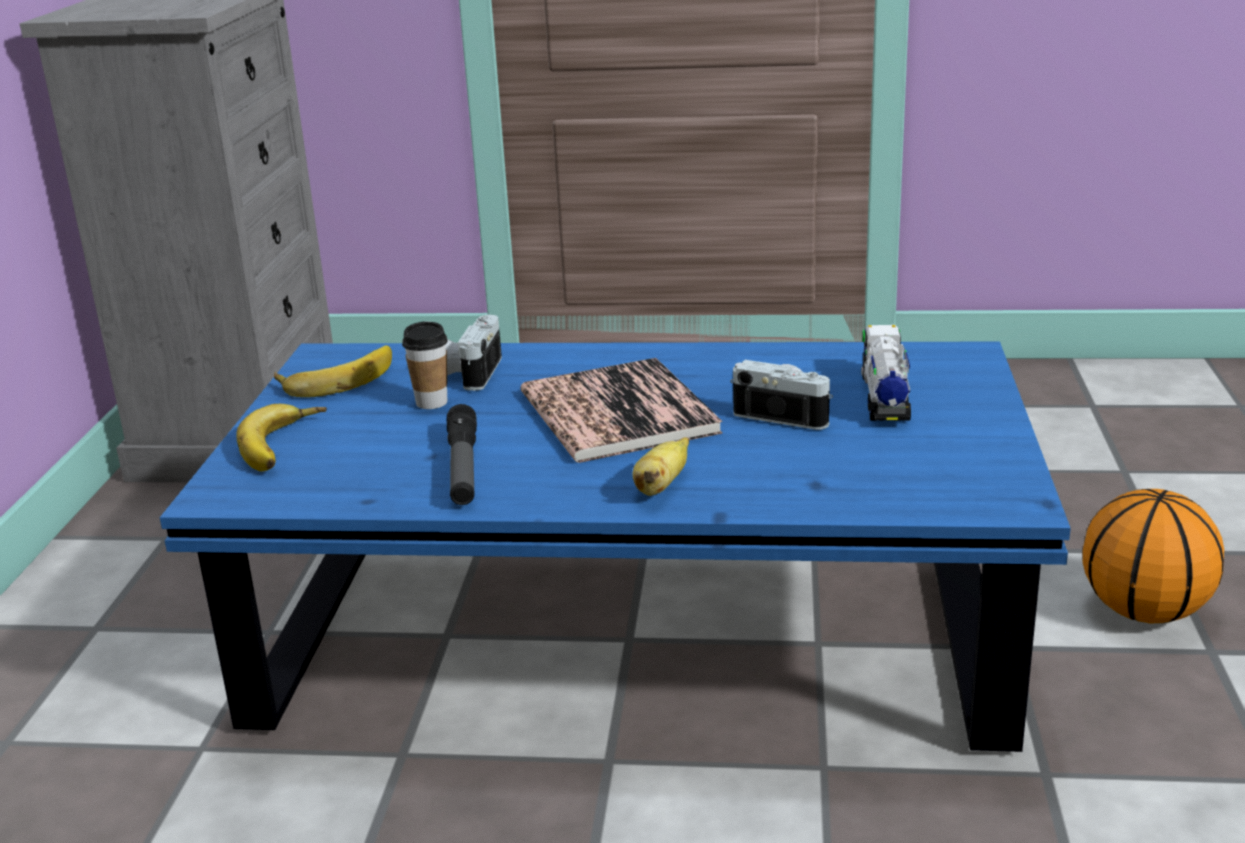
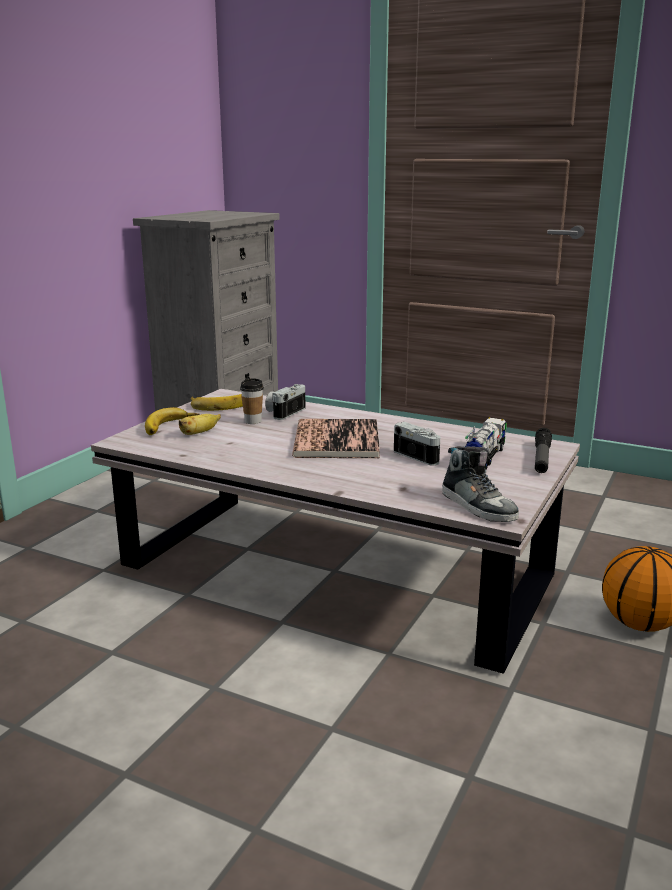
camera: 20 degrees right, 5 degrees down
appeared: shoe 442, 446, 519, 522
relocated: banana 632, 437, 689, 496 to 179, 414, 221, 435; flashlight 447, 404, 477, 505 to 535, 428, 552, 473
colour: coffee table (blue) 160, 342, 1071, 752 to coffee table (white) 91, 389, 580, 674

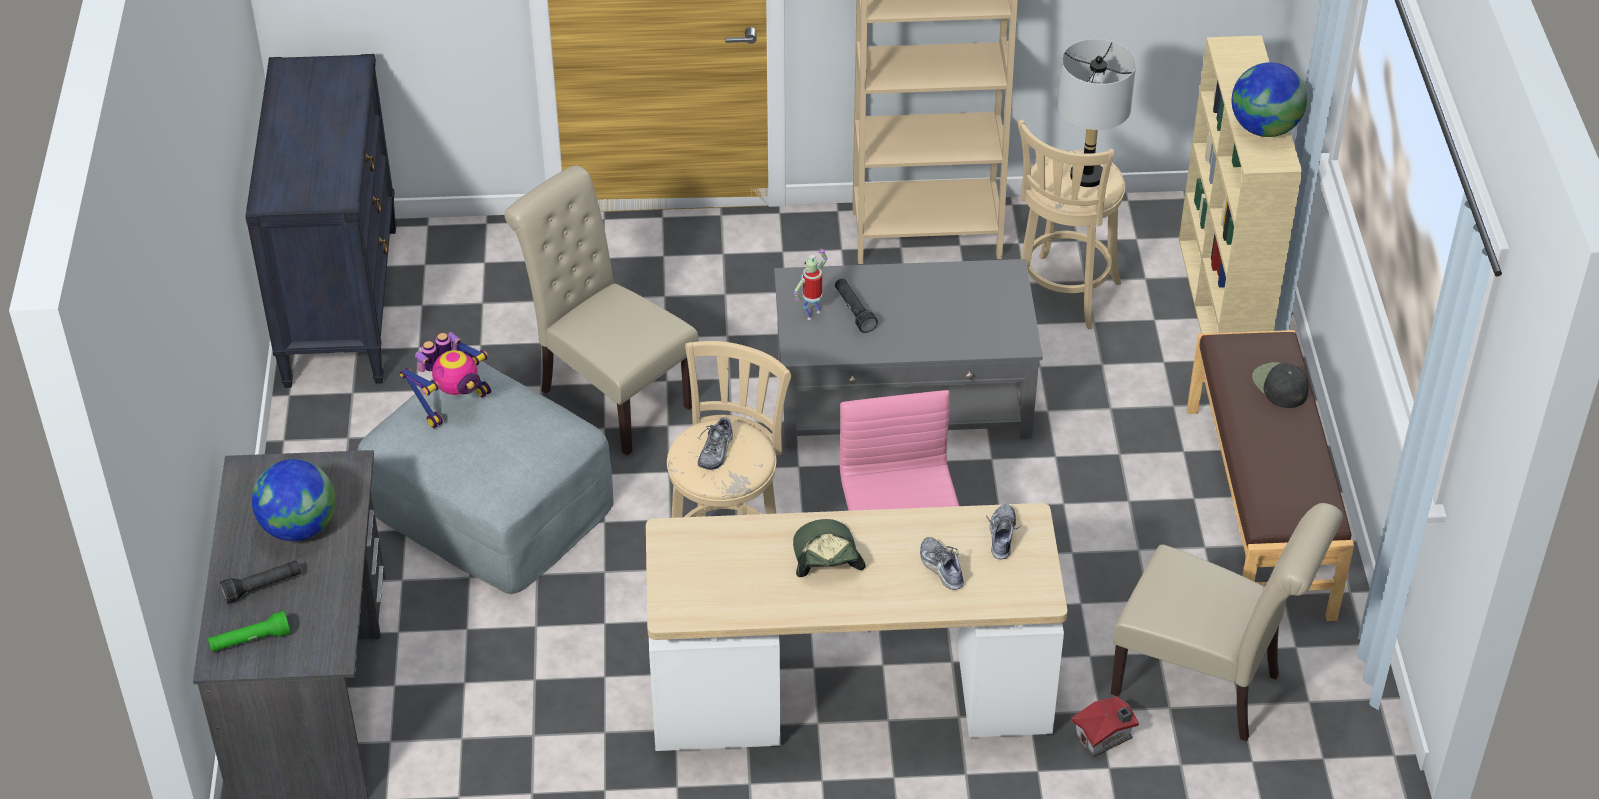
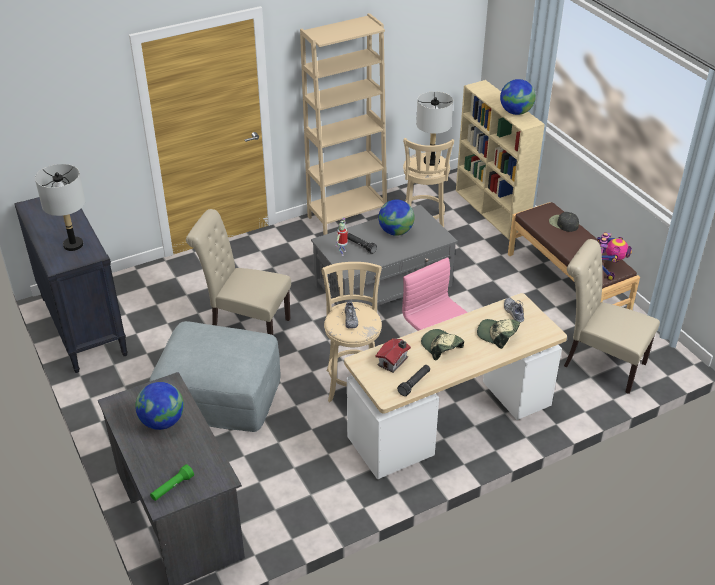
camera: 25 degrees left, 5 degrees down
appeared: table lamp (grey) 35, 164, 85, 251; globe 378, 199, 415, 236
relocated: toy house 1071, 696, 1139, 757 to 376, 338, 411, 373; flashlight (black) 220, 560, 301, 604 to 397, 365, 430, 396; toy robot 400, 332, 491, 428 to 597, 232, 632, 280
exchanged: shoe 920, 537, 964, 590 to cap 477, 319, 520, 349
spun: chair (beige) 1111, 503, 1343, 742 = 564, 239, 660, 394 150 degrees counterclockwise

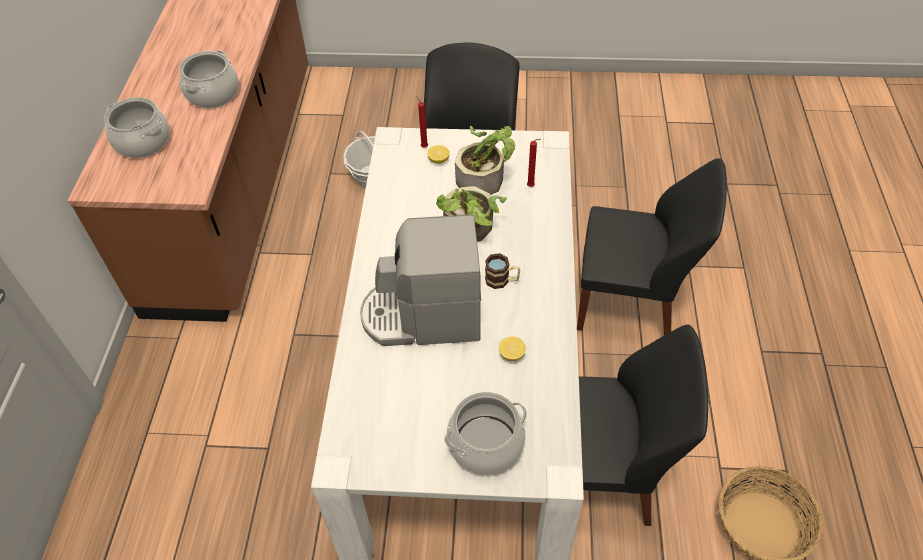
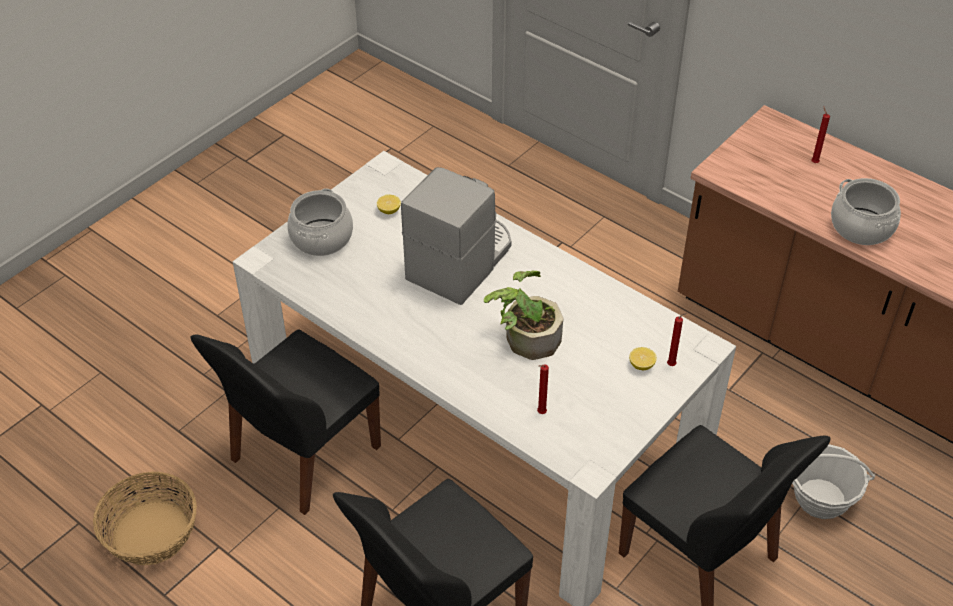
camera: 125 degrees right, 5 degrees down
missing: potted plant 455, 126, 515, 195; mug 485, 253, 520, 289
relocated: lemon 499, 336, 526, 361 to 377, 194, 401, 214
exchanged: cooking pot 104, 97, 170, 158 to candle (red) 811, 106, 830, 163

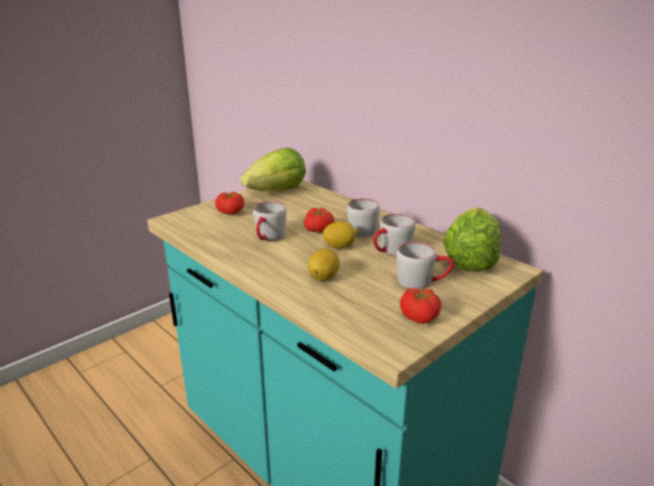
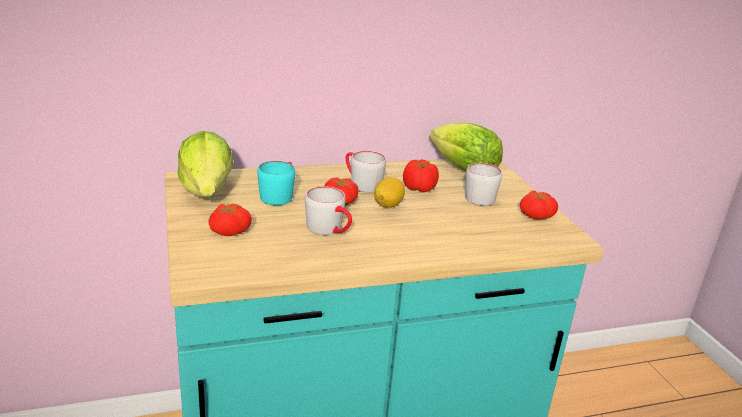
camera: 65 degrees left, 0 degrees up
missing: lemon 308, 249, 340, 281
appeared: mug (turquoise) 257, 161, 295, 205
exchanged: mug (grey) 373, 214, 416, 255 to tomato 403, 159, 439, 192

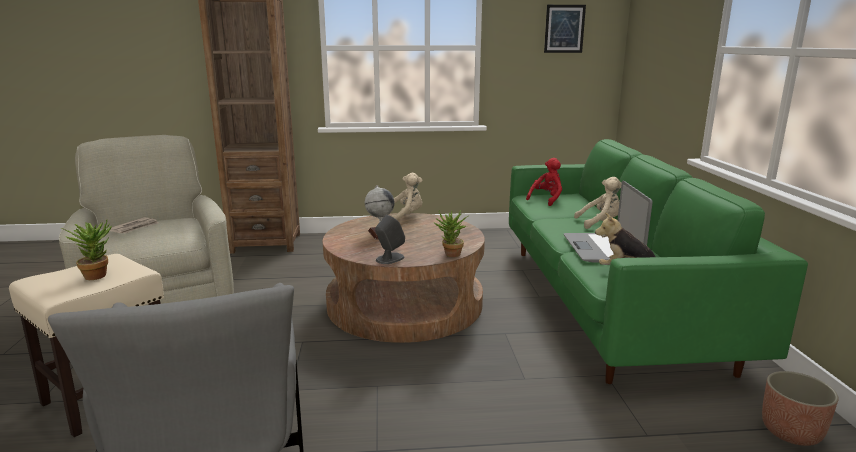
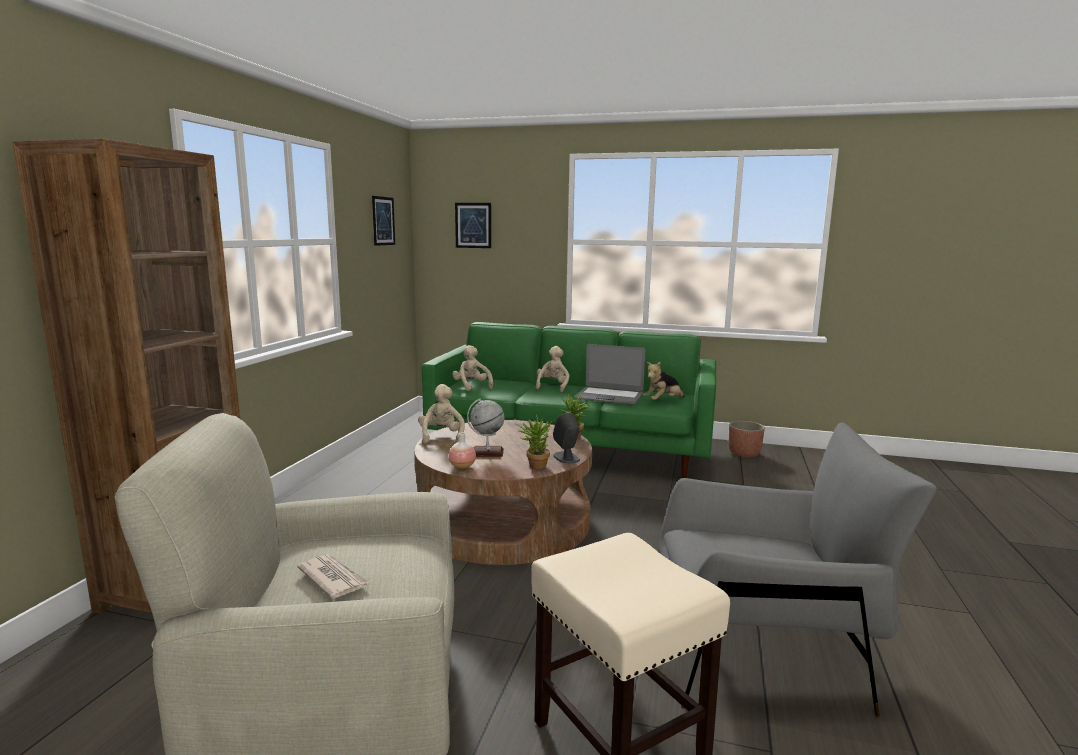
camera: 70 degrees left, 5 degrees down
appeared: vase 448, 433, 476, 469; picture 455, 203, 491, 248
relocated: potted plant 61, 220, 112, 280 to 516, 414, 552, 469
colour: plush toy (red) 526, 158, 562, 206 to plush toy (beige) 452, 345, 493, 391

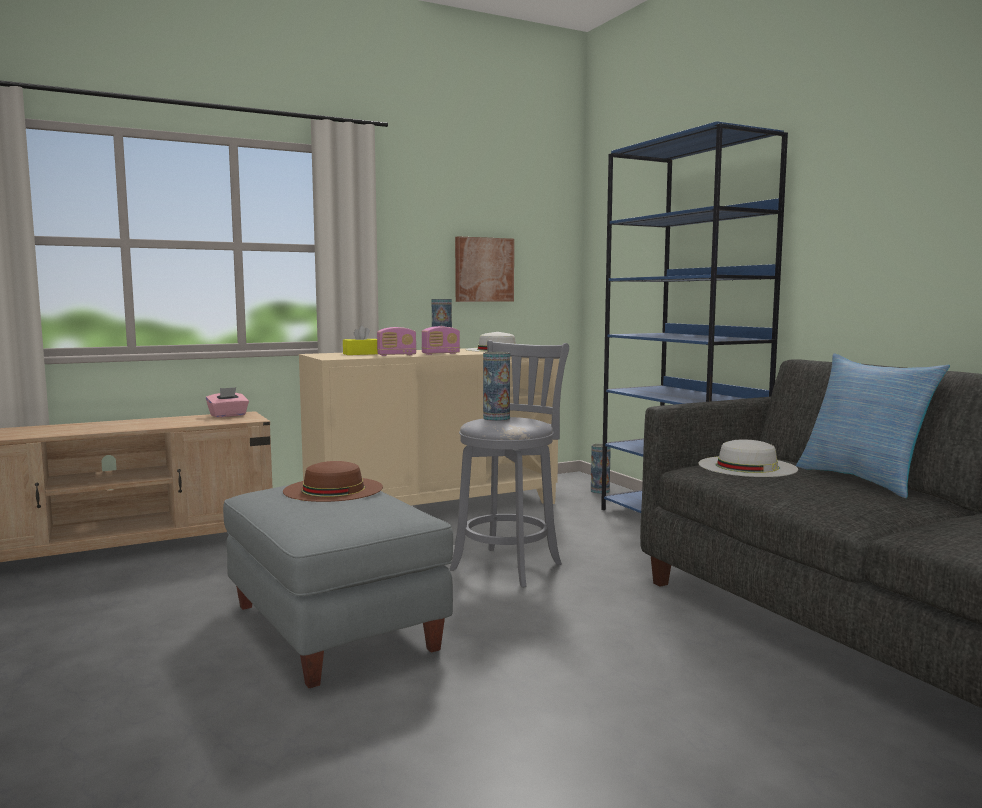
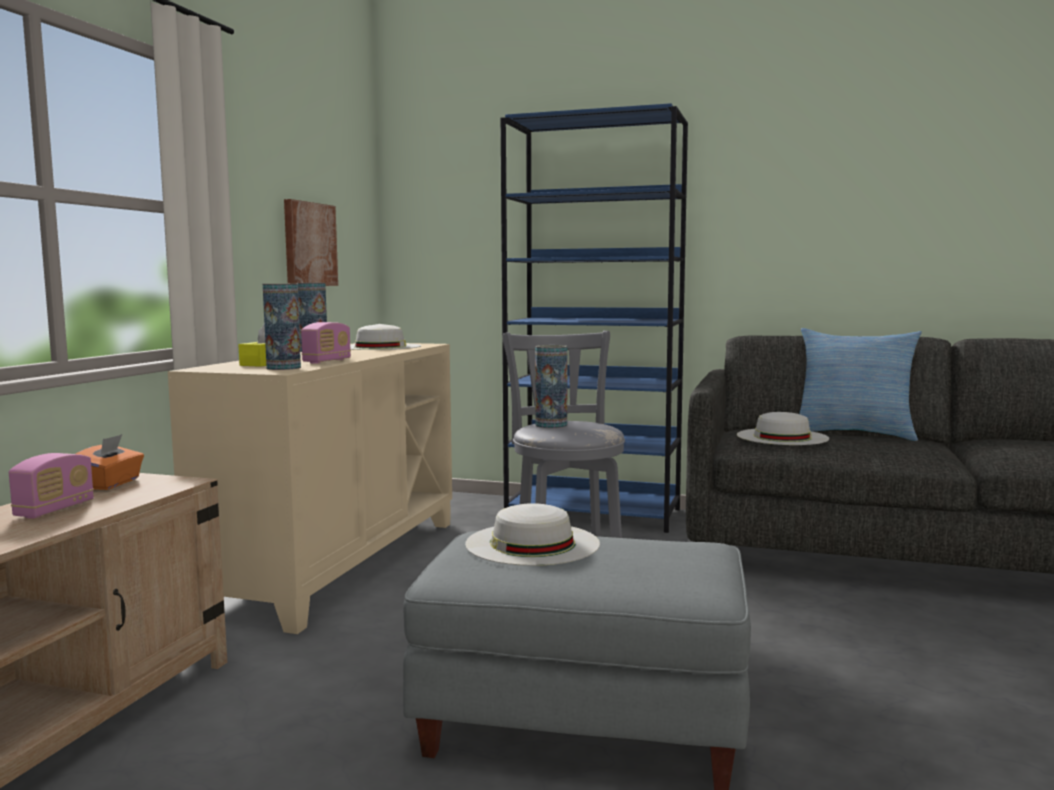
camera: 45 degrees left, 0 degrees up
relocated: radio 422, 326, 460, 355 to 9, 453, 94, 518; vase 591, 443, 611, 494 to 263, 284, 301, 370
colour: tissue box (pink) 206, 387, 249, 418 to tissue box (orange) 76, 434, 144, 490; hat (brown) 283, 461, 383, 502 to hat (white) 465, 503, 600, 566

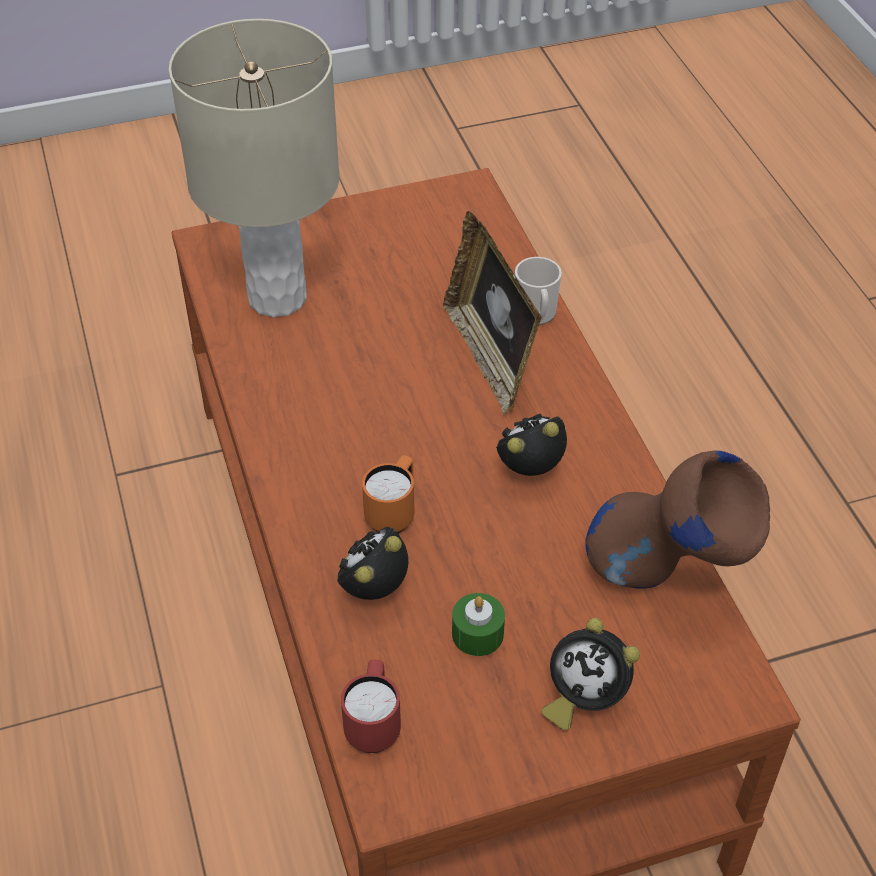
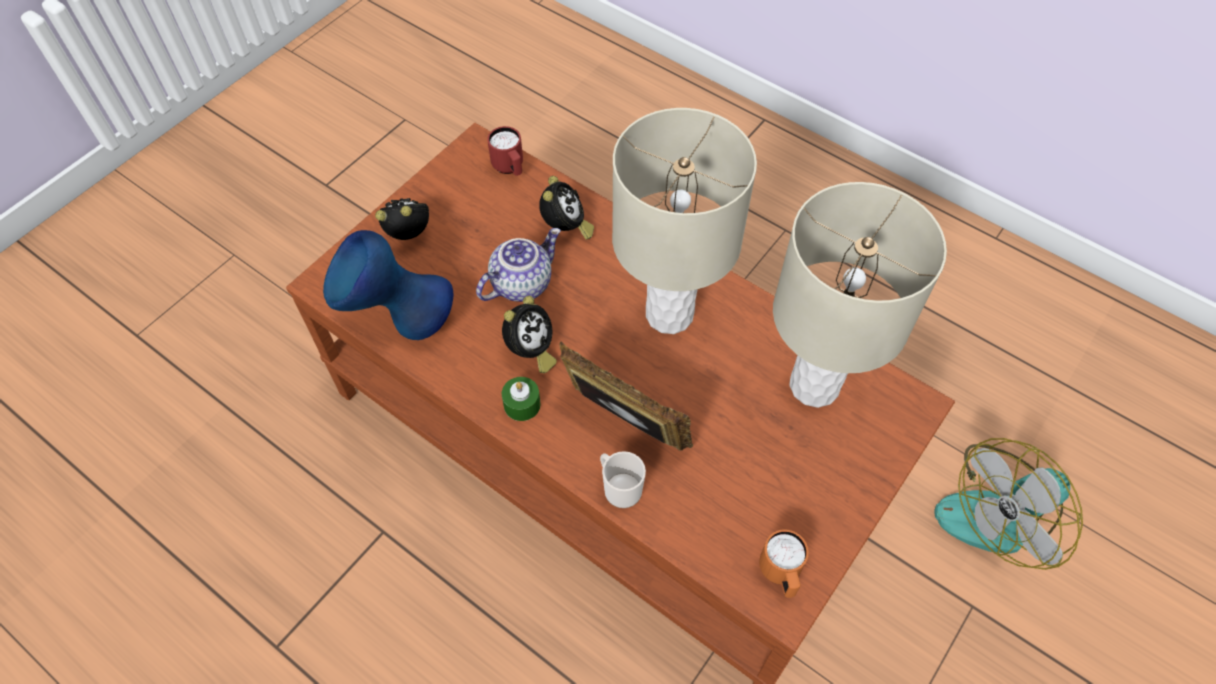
camera: 145 degrees right, 10 degrees up
appeared: teapot 476, 228, 561, 302; table lamp (beige) 612, 108, 757, 334; fan 934, 438, 1083, 570
relocated: candle (green) 452, 593, 505, 656 to 502, 377, 540, 421; mug (orange) 362, 455, 414, 533 to 759, 529, 809, 598
colour: vase (brown) 585, 450, 770, 589 to vase (blue) 323, 230, 453, 340

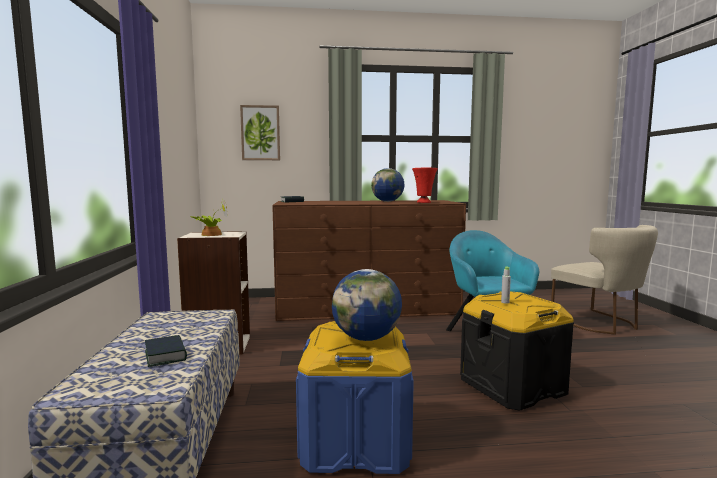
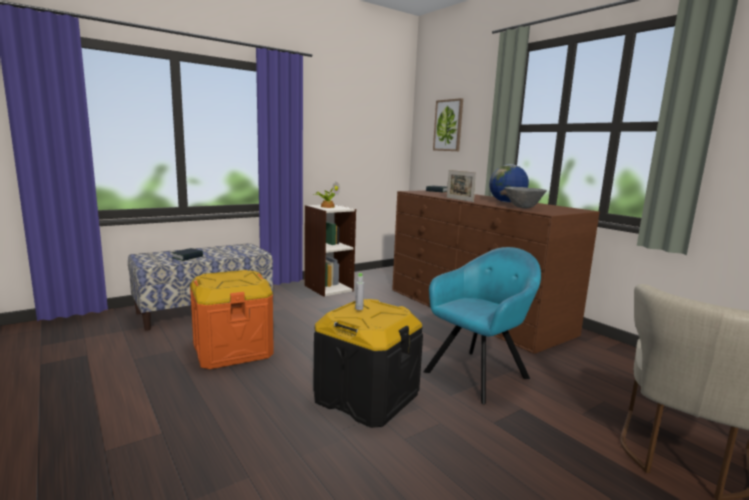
camera: 60 degrees right, 5 degrees up
missing: globe 332, 269, 402, 341
appeared: picture frame 447, 170, 477, 202
exchanged: vase (red) 412, 168, 438, 203 to bowl (grey) 504, 187, 547, 209
colour: storage box (blue) 296, 321, 414, 474 to storage box (orange) 190, 270, 274, 369

